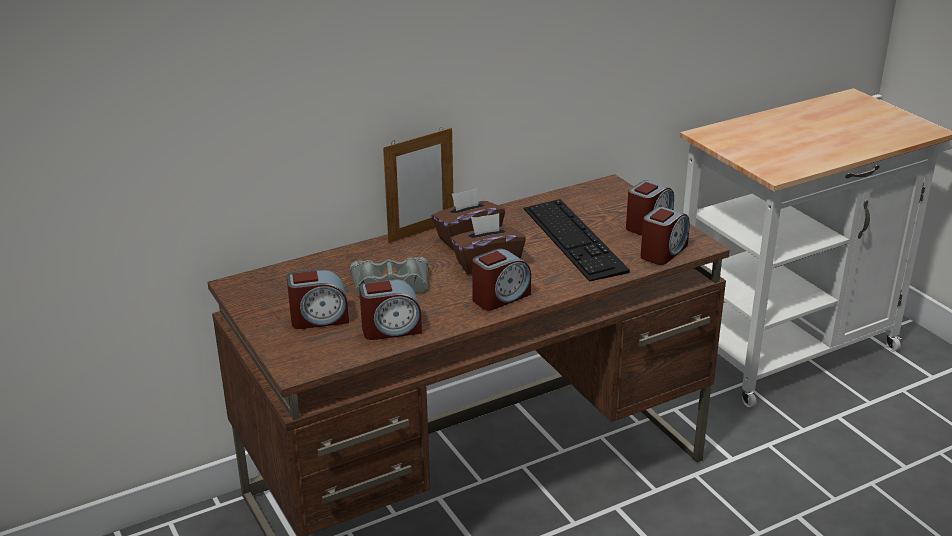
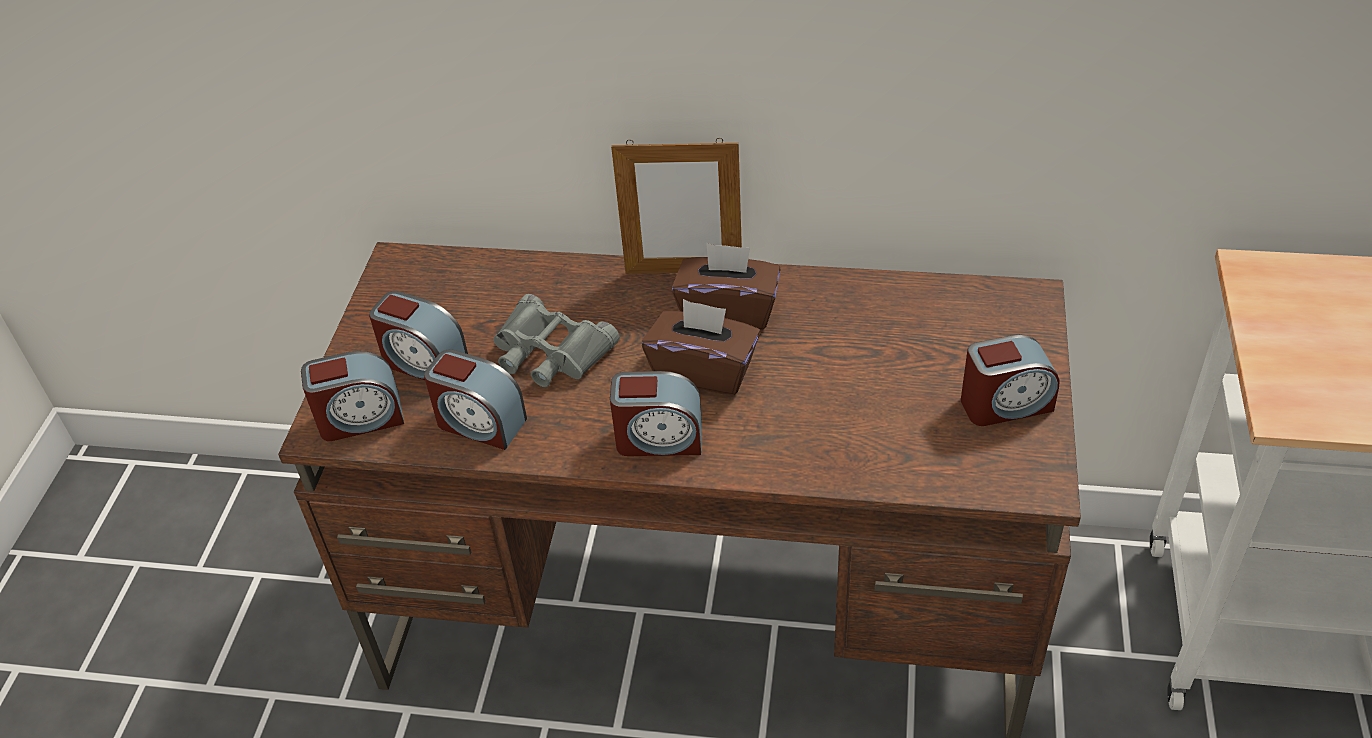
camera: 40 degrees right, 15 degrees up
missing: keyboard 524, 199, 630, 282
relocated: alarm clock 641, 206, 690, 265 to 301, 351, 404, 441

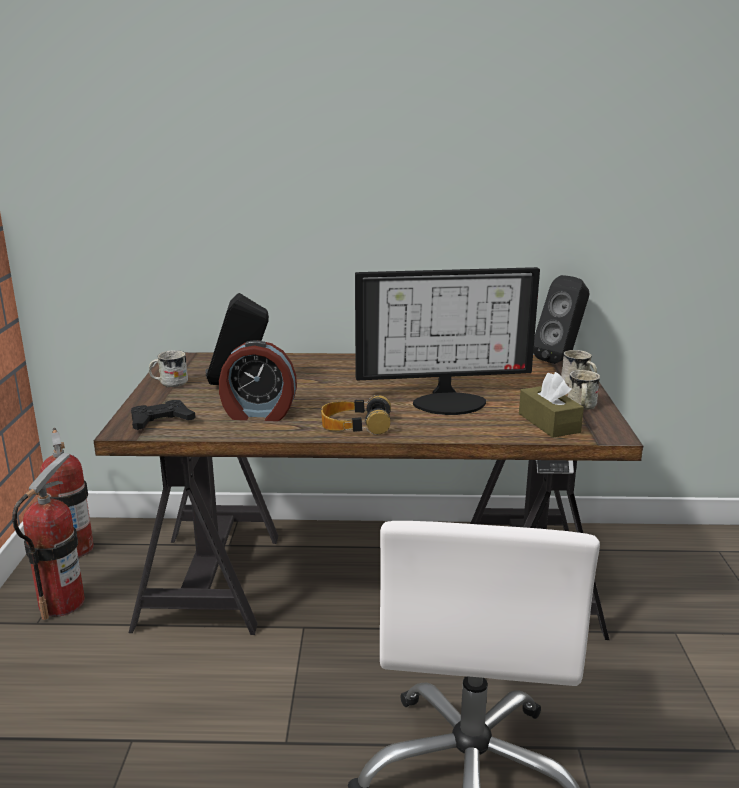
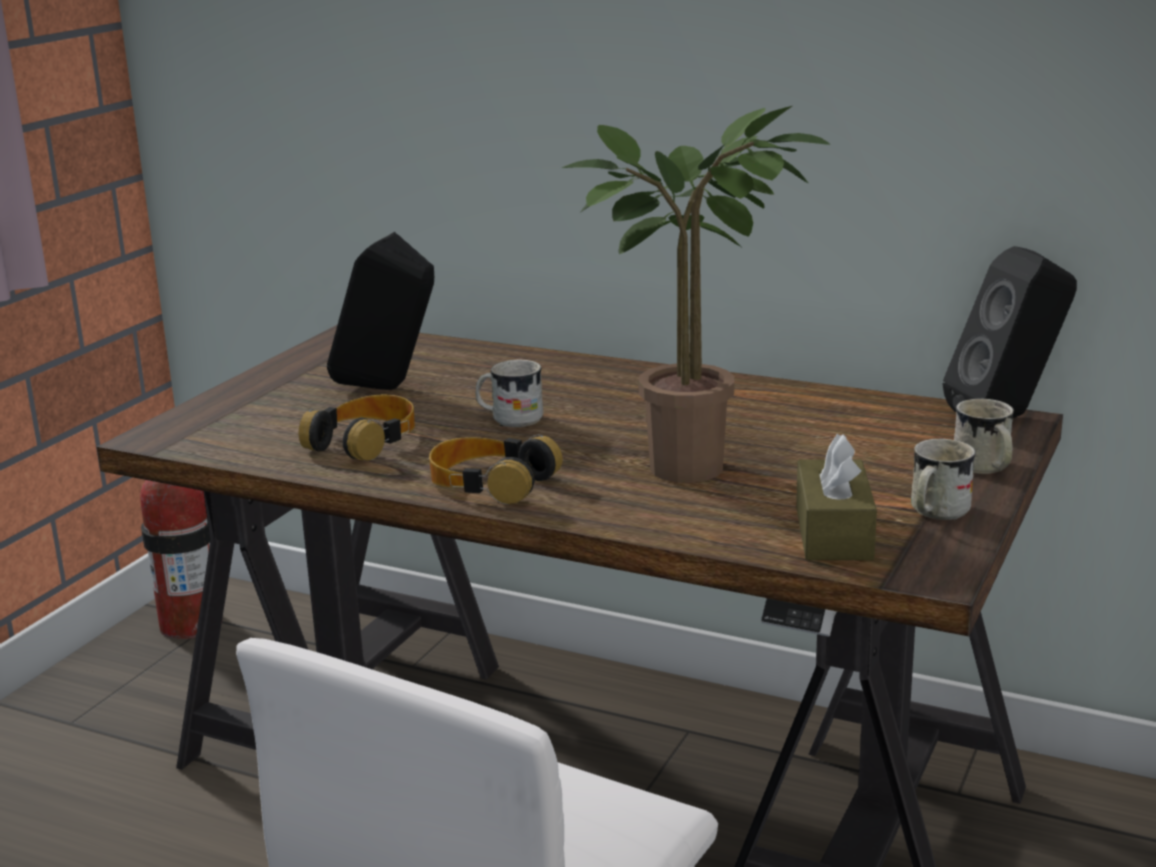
camera: 25 degrees right, 0 degrees up
missing: fire extinguisher 12, 453, 85, 620; game controller (black) 131, 400, 195, 430
relocated: mug (white) 149, 350, 188, 387 to 475, 360, 544, 427
exchanged: alarm clock 219, 340, 297, 421 to headphones 299, 395, 415, 460; monitor 355, 267, 540, 415 to potted plant 562, 106, 830, 483

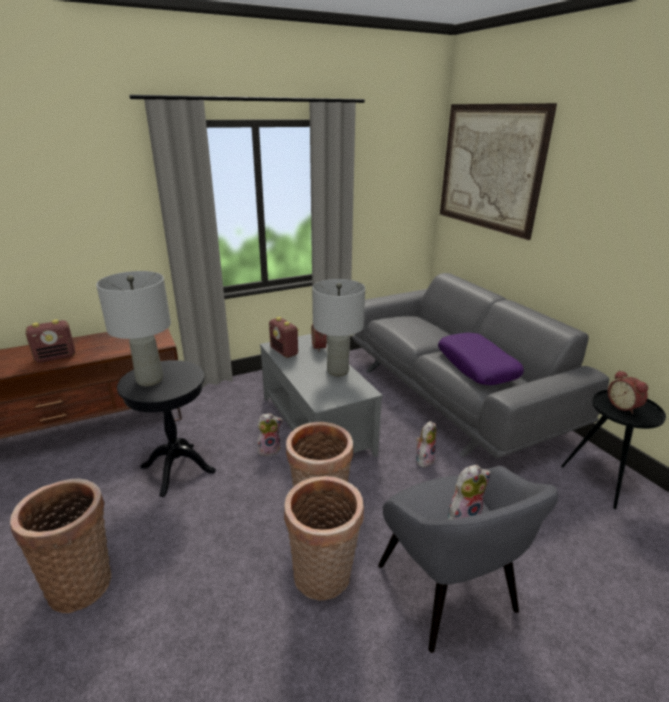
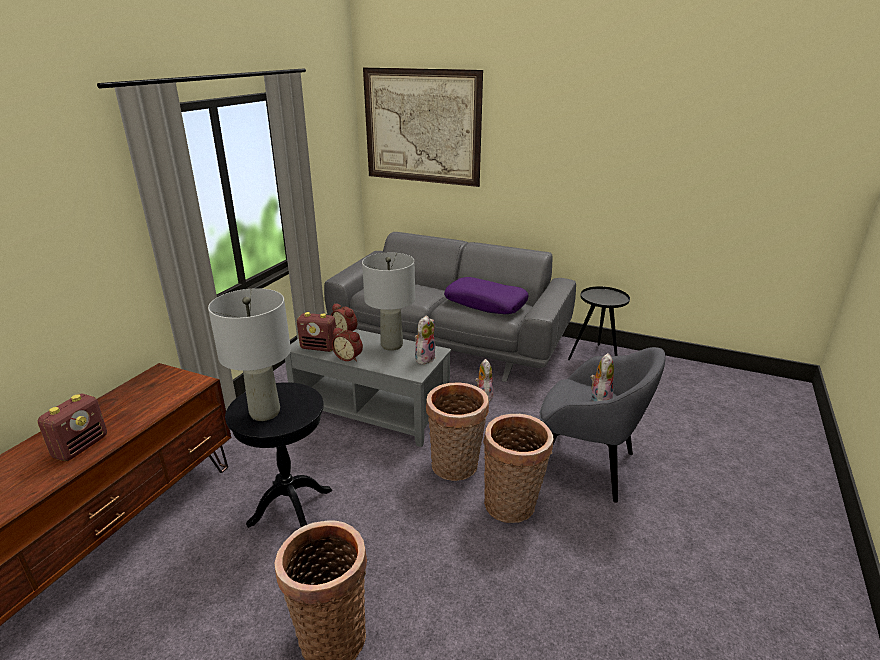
camera: 40 degrees left, 0 degrees up
relocated: alarm clock 608, 370, 648, 414 to 332, 328, 363, 362; plush toy 257, 413, 283, 456 to 415, 315, 436, 364

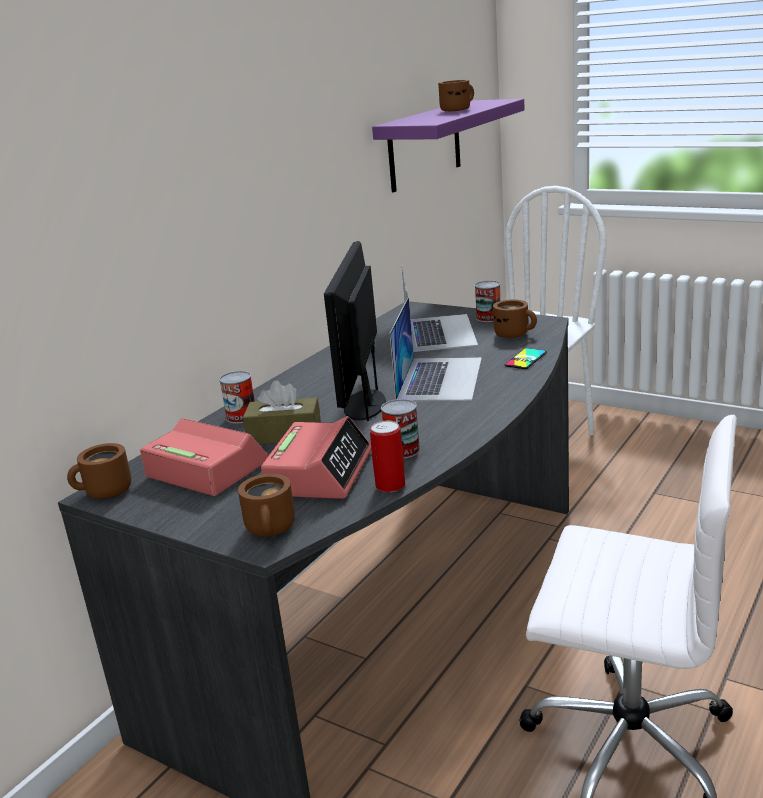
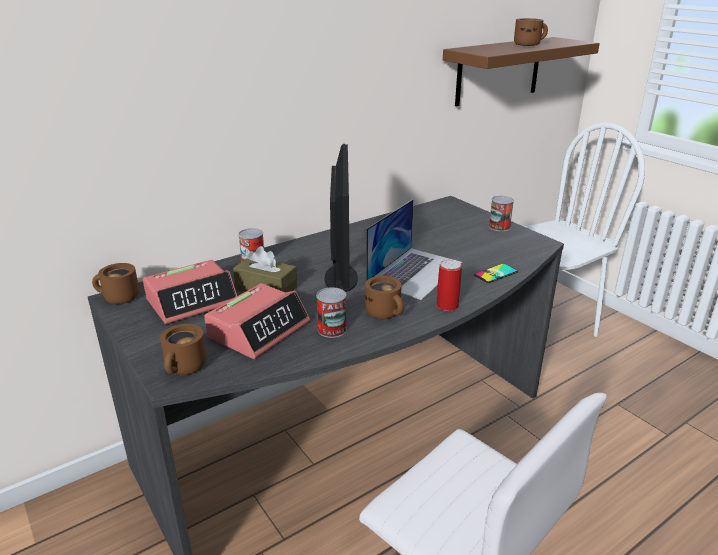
camera: 20 degrees right, 5 degrees up
missing: laptop 402, 265, 478, 352
relocated: mug (brown) 493, 300, 537, 338 to 365, 276, 404, 319; can 370, 421, 405, 492 to 437, 260, 462, 311
colour: shelf (purple) 372, 99, 525, 192 to shelf (brown) 443, 37, 600, 106
spun: alarm clock 140, 418, 268, 496 = 143, 260, 237, 324 90 degrees clockwise; monitor 324, 241, 386, 421 = 325, 144, 358, 292 150 degrees clockwise

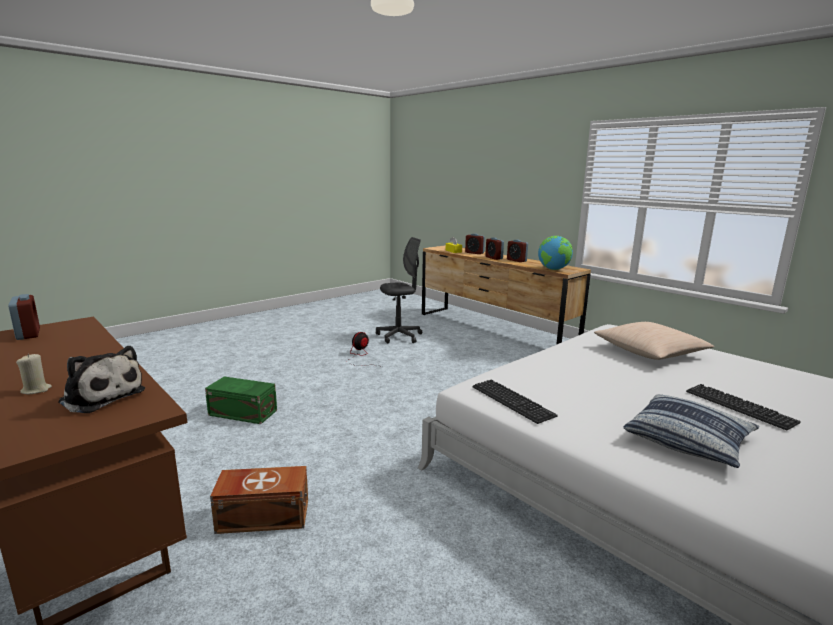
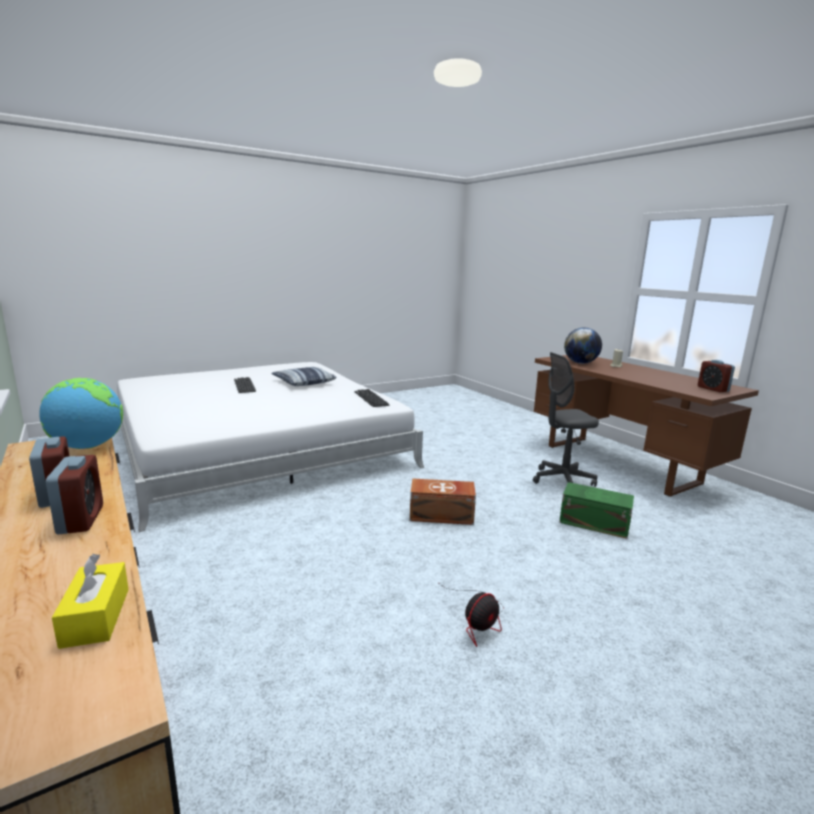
camera: 170 degrees left, 0 degrees up
missing: alarm clock 465, 233, 485, 254; pillow (beige) 594, 322, 714, 360
relocated: storage box (brown) 210, 466, 308, 534 to 410, 478, 476, 525; office chair (grey) 376, 237, 422, 343 to 533, 352, 599, 487
exchanged: plush toy 58, 346, 145, 413 to globe 564, 328, 602, 364

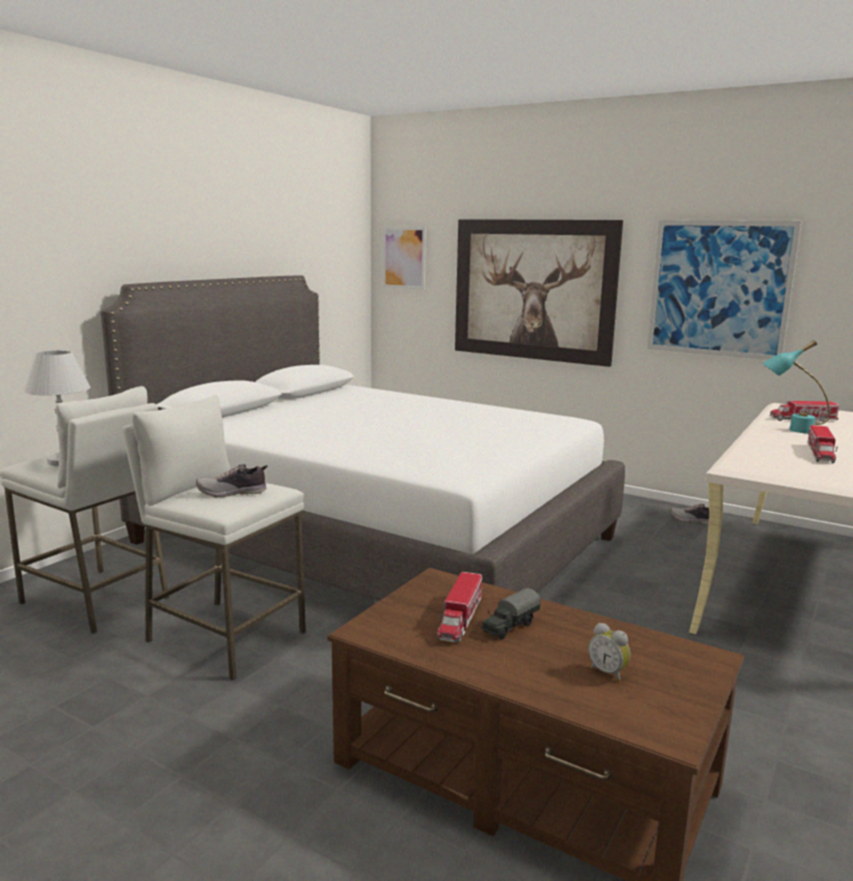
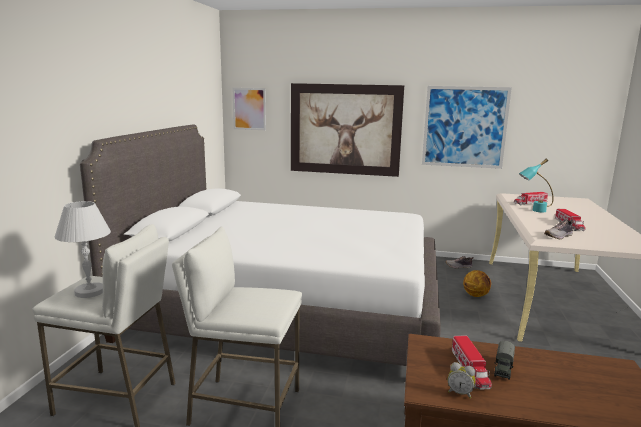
camera: 20 degrees left, 0 degrees up
appeared: basketball 463, 270, 491, 297
relocated: alarm clock 588, 623, 630, 682 to 448, 362, 475, 399; shoe 196, 464, 267, 497 to 544, 219, 573, 239

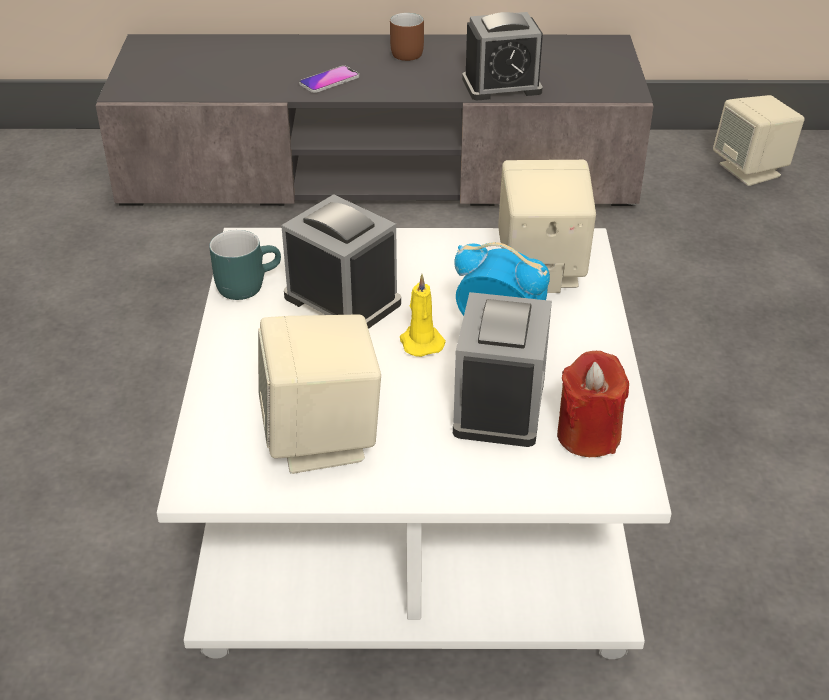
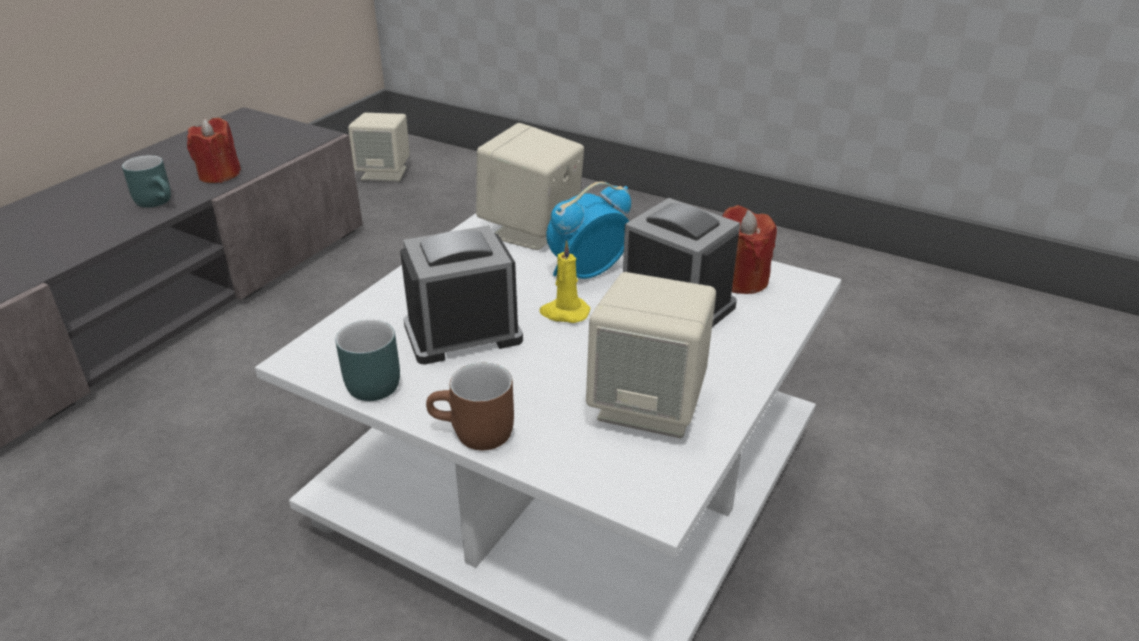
camera: 60 degrees left, 5 degrees down
missing: phone 299, 65, 359, 93
appeared: mug (turquoise) 122, 155, 171, 208
relocated: mug (brown) 390, 13, 424, 61 to 426, 363, 514, 450
exchanged: alarm clock 462, 12, 543, 100 to candle (red) 187, 118, 241, 183

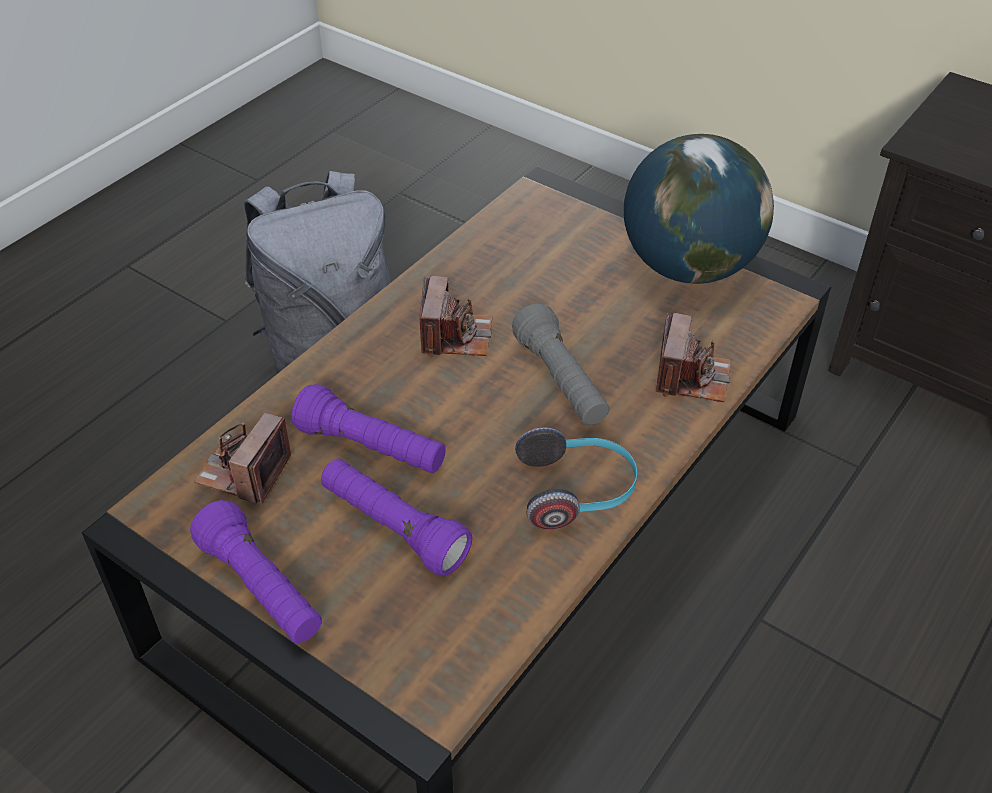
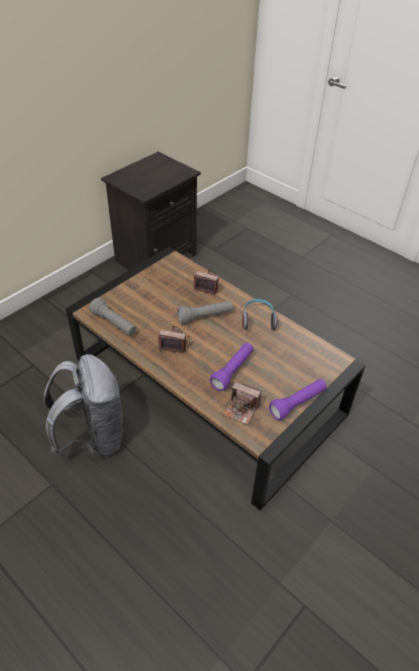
camera: 85 degrees left, 0 degrees up
missing: flashlight (purple) 321, 459, 472, 576; globe 624, 134, 774, 284
appeared: flashlight (grey) 89, 298, 136, 336

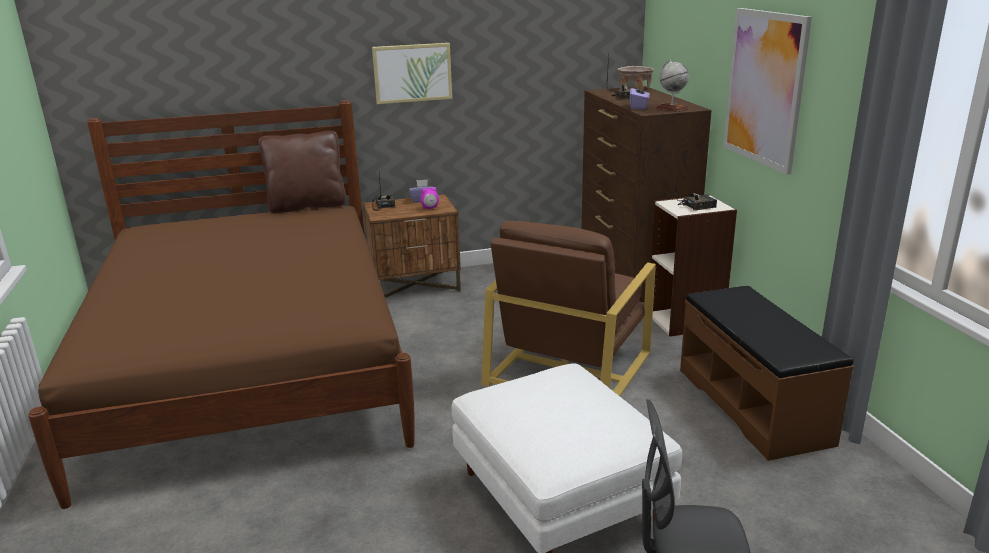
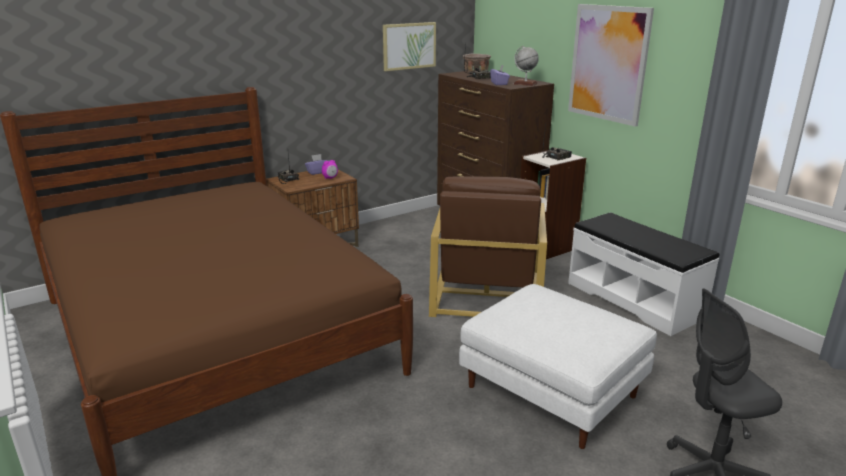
camera: 20 degrees left, 0 degrees up
missing: pillow (brown) 259, 131, 346, 213
relocated: picture 372, 43, 452, 104 to 383, 22, 436, 71
colour: bench (brown) 680, 285, 854, 461 to bench (white) 568, 213, 719, 336

